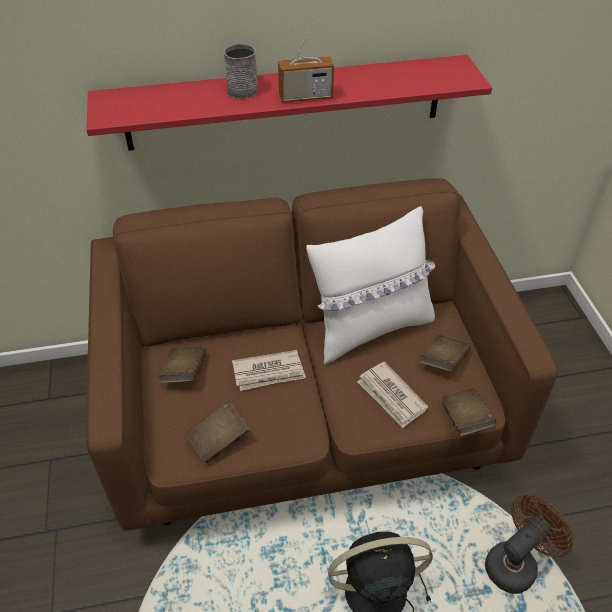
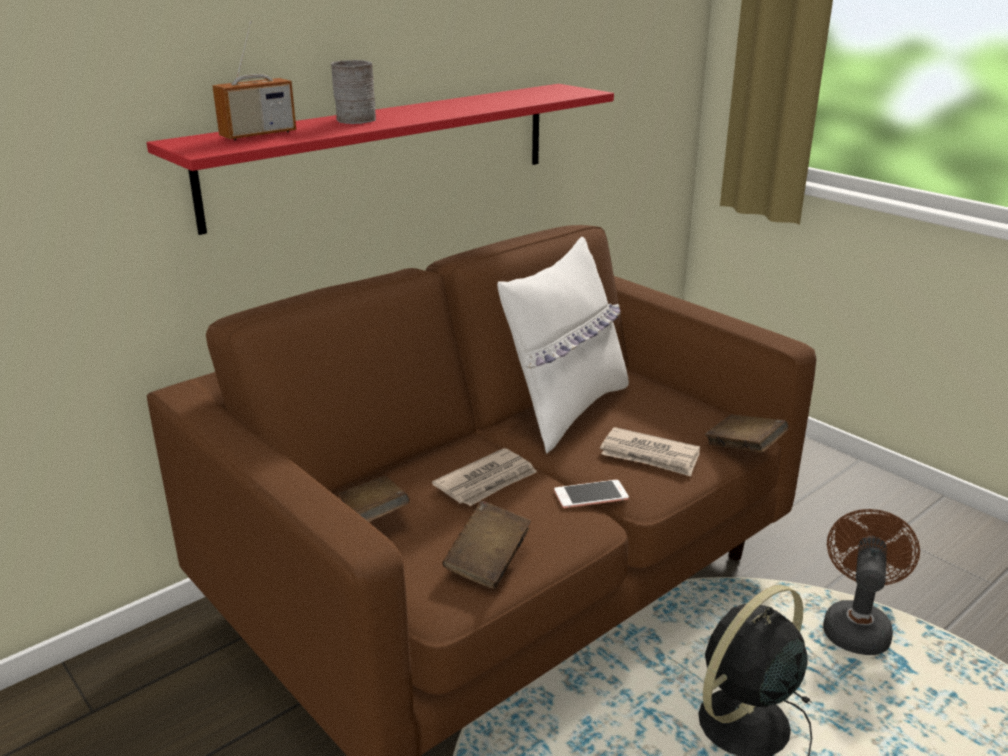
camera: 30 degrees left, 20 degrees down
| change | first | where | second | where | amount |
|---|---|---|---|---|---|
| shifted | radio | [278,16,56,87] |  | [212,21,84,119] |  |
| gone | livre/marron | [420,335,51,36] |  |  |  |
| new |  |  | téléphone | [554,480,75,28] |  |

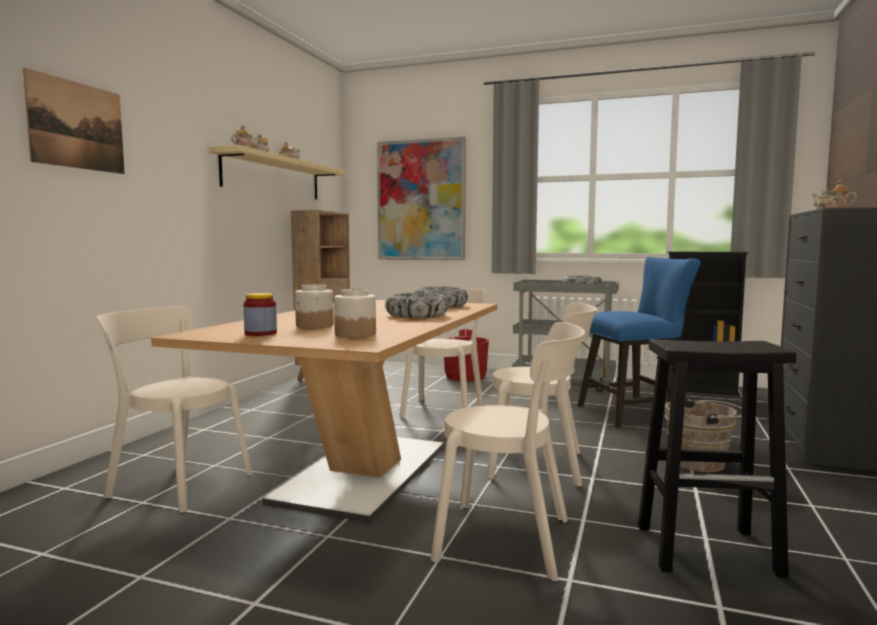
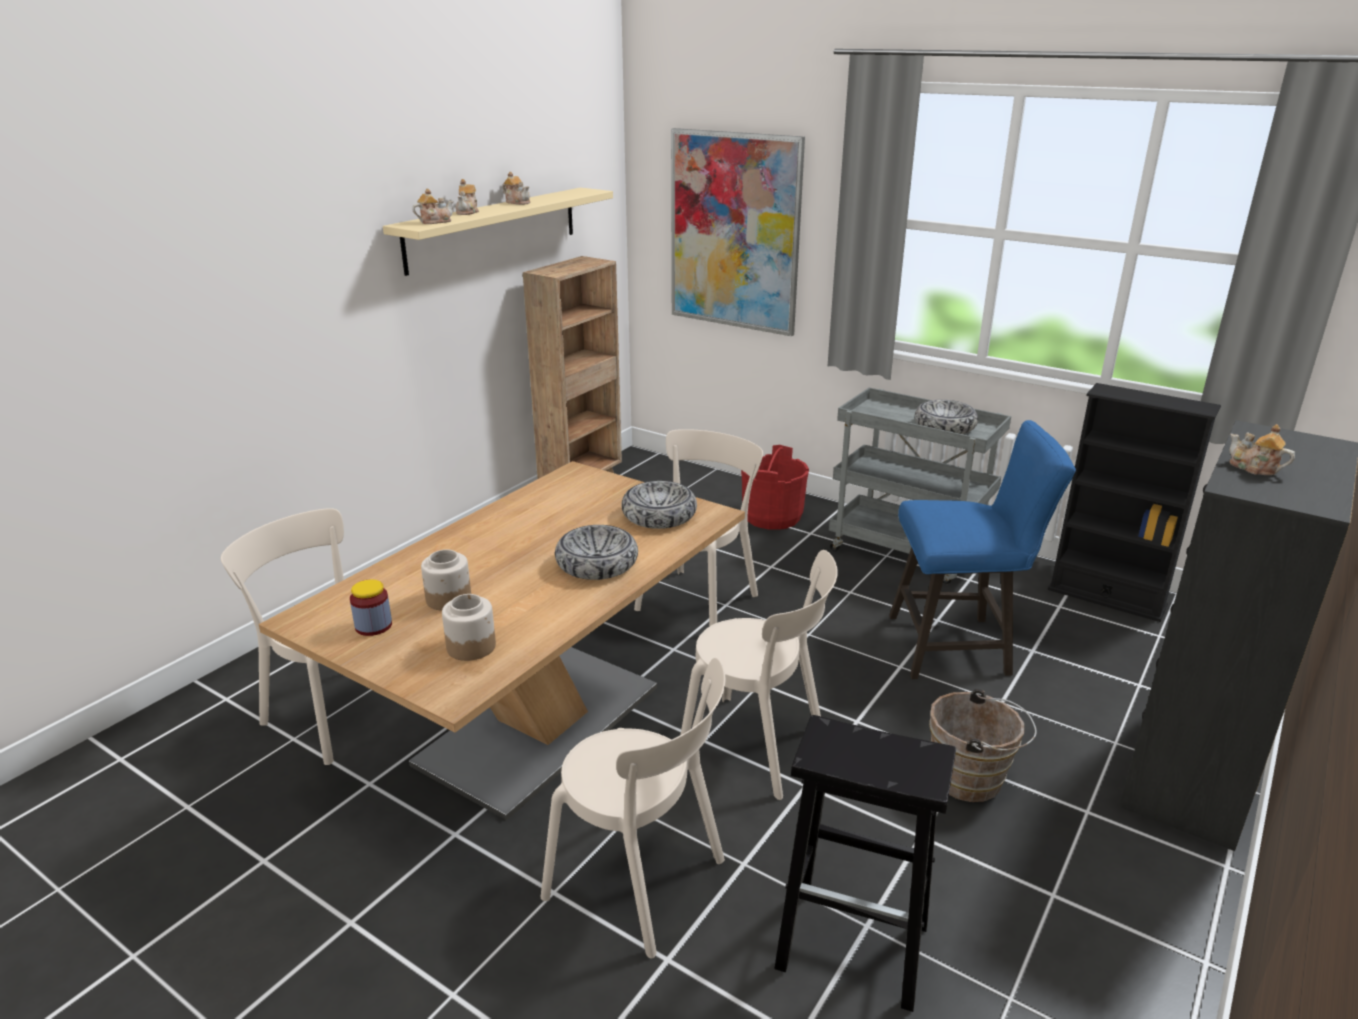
camera: 15 degrees right, 20 degrees up
| change | first | where | second | where | amount |
|---|---|---|---|---|---|
| gone | tableau | [23,68,102,106] |  |  |  |

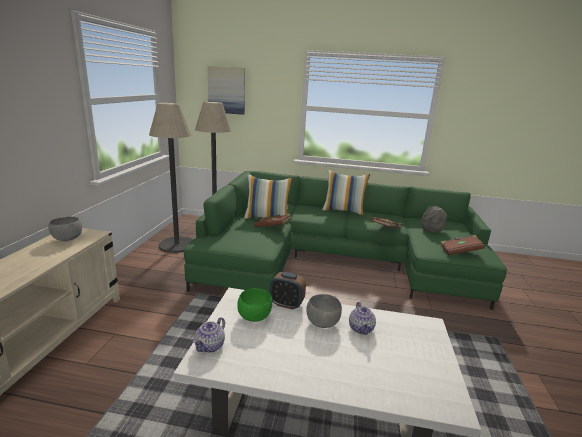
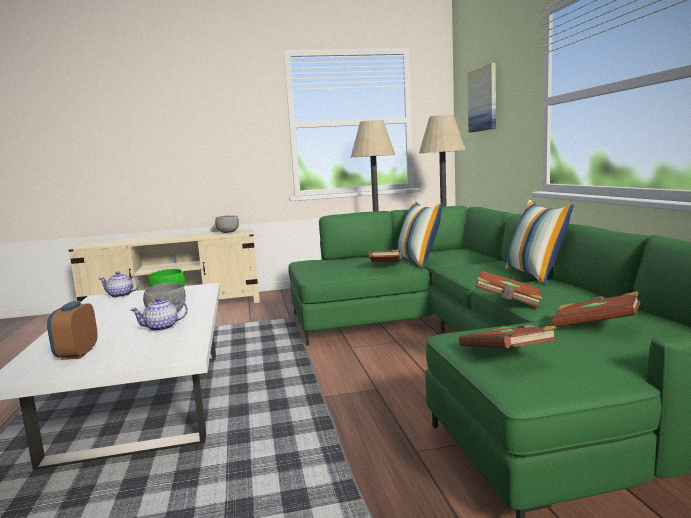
camera: 70 degrees right, 10 degrees down
| change | first | where | second | where | amount |
|---|---|---|---|---|---|
| shifted | réveil | [270,272,36,38] |  | [47,301,50,59] |  |
| swapped | chapeau/gris | [421,206,26,27] | livre/marron | [551,291,89,36] |  |

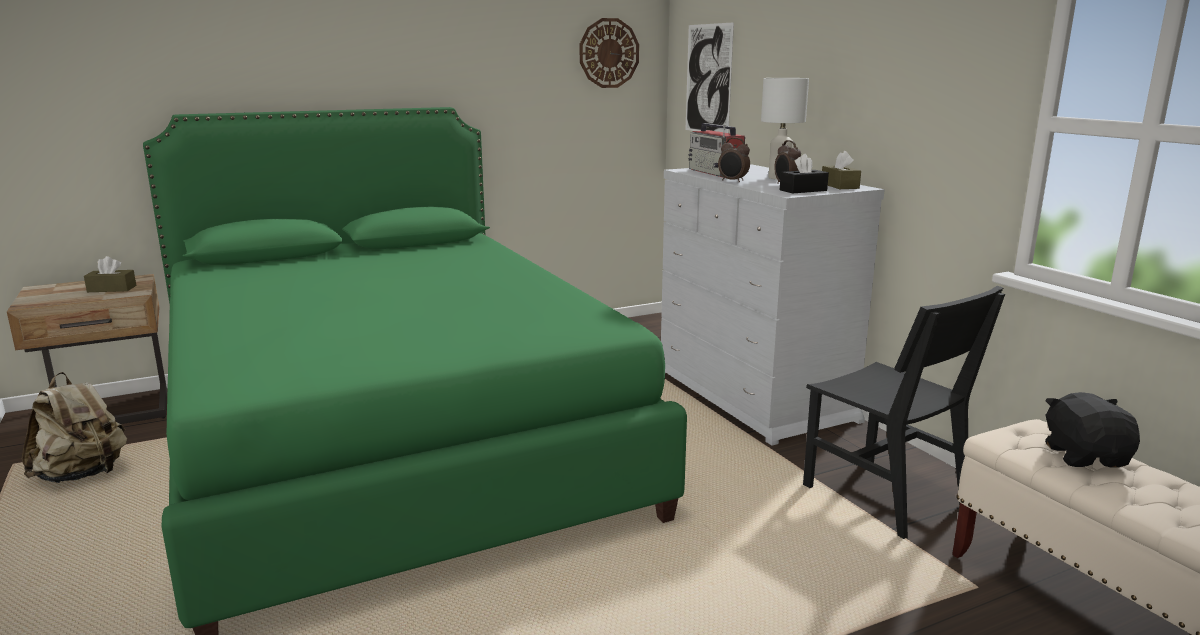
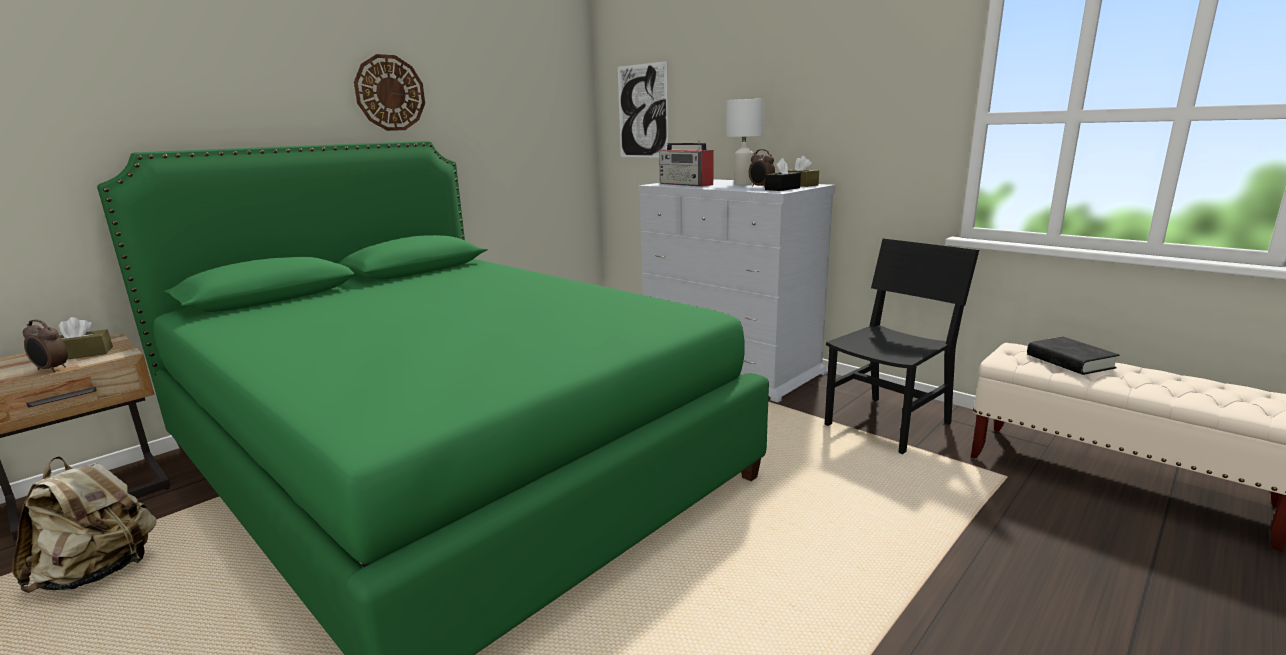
camera: 20 degrees left, 0 degrees up
| change | first | where | second | where | amount |
|---|---|---|---|---|---|
| shifted | horloge murale | [580,18,59,70] |  | [354,54,71,77] |  |
| shifted | réveil | [718,138,32,45] |  | [22,319,46,53] |  |
| rotated | chaise/noir | [803,286,202,253] |  | [825,239,154,215] | 75 degrees counterclockwise |
| swapped | peluche/noir | [1045,392,95,75] | livre/noir | [1027,337,92,38] |  |

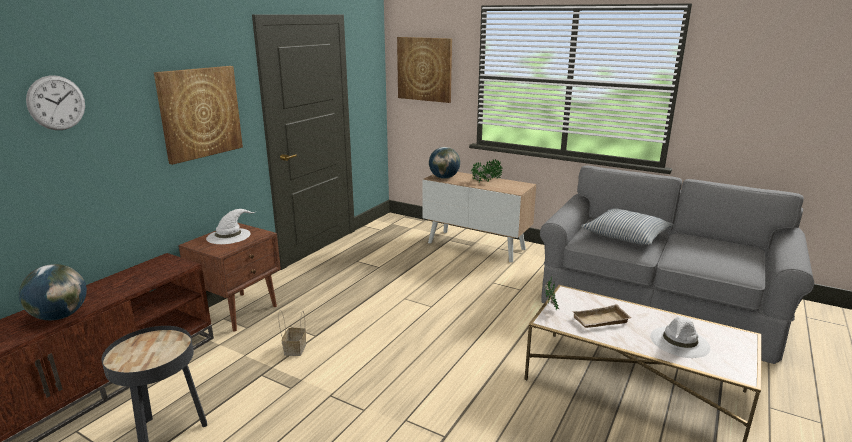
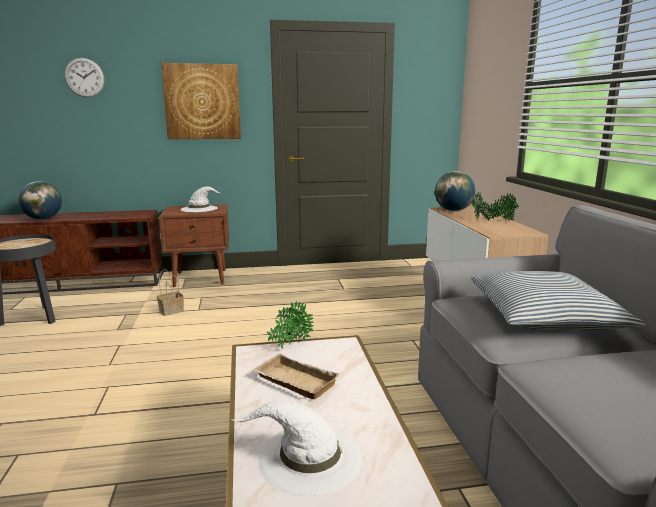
camera: 50 degrees right, 5 degrees down
| change | first | where | second | where | amount |
|---|---|---|---|---|---|
| gone | tableau | [397,37,55,66] |  |  |  |

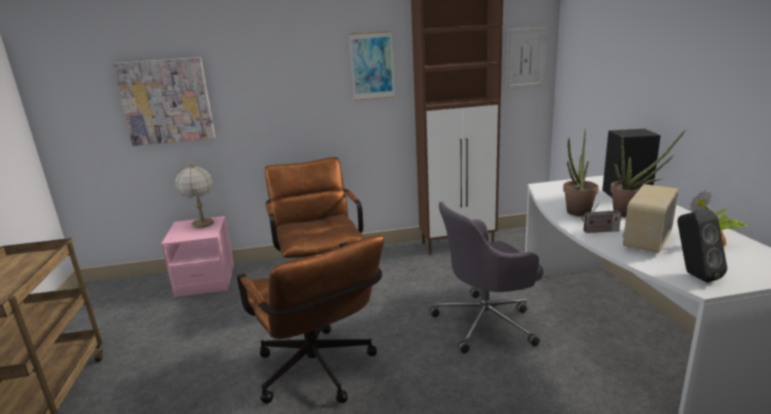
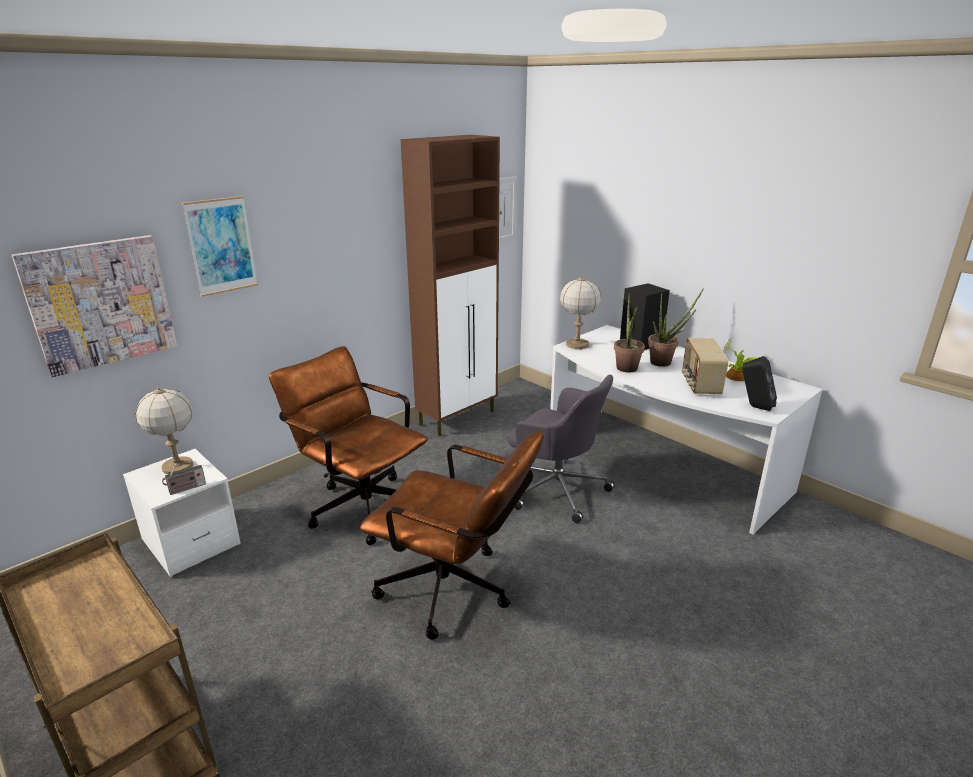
camera: 35 degrees left, 5 degrees up
| change | first | where | second | where | amount |
|---|---|---|---|---|---|
| repainted | table de chevet/rose | [161,216,73,82] | table de chevet/blanc | [123,449,118,128] |  |
| shifted | tableau | [349,31,46,70] |  | [182,196,76,101] |  |
| rotated | chaise de bureau/gris | [429,202,114,152] |  | [508,375,107,148] | 90 degrees counterclockwise |
| shifted | radio | [582,203,39,30] |  | [162,463,44,32] |  |
| new |  |  | lampe de table | [560,276,41,73] |  |

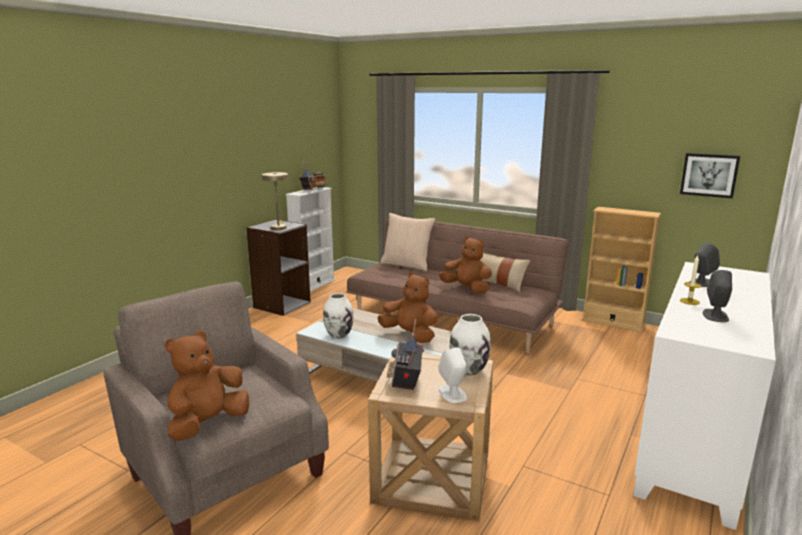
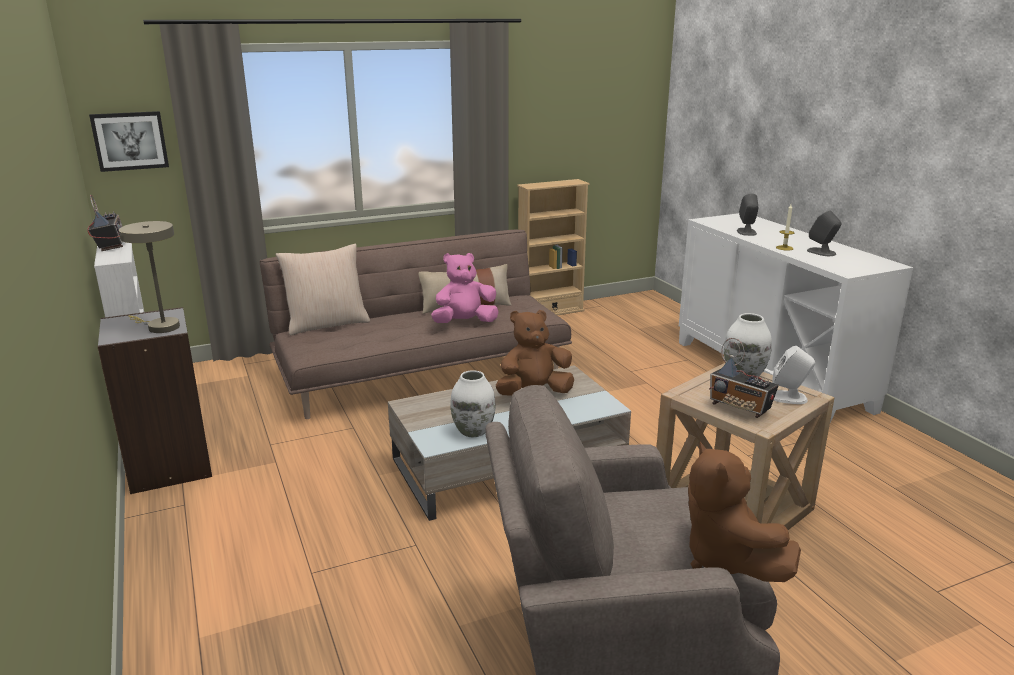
camera: 55 degrees left, 5 degrees up
| change | first | where | second | where | amount |
|---|---|---|---|---|---|
| repainted | peluche/marron | [439,236,53,58] | peluche/rose | [431,253,68,70] |  |
| shifted | tableau | [680,153,60,46] |  | [89,111,80,61] |  |

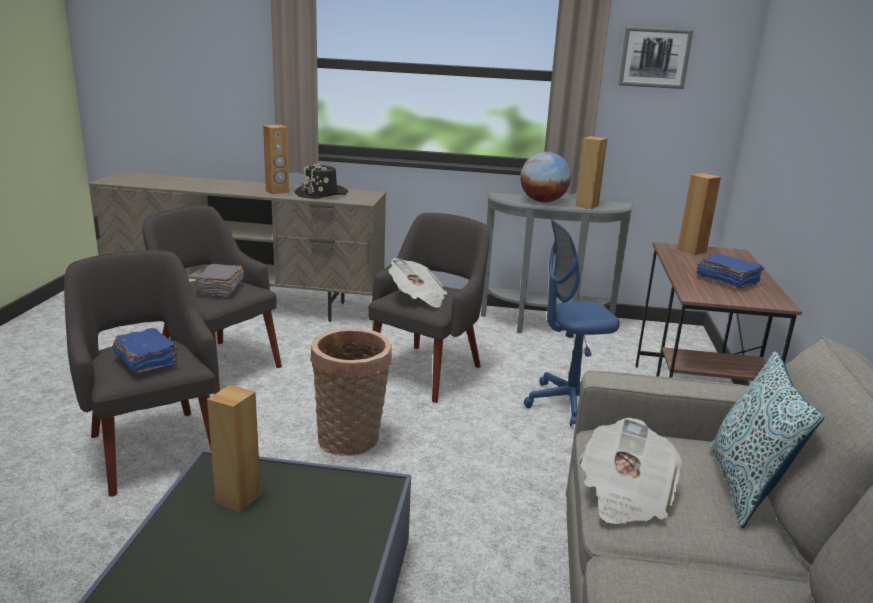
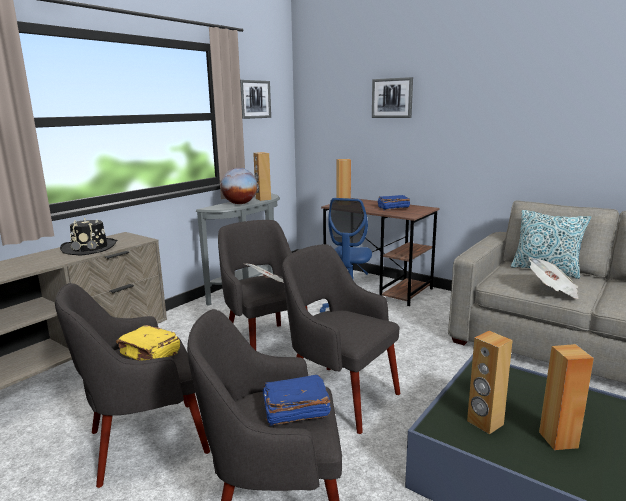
camera: 60 degrees left, 5 degrees down
| change | first | where | second | where | amount |
|---|---|---|---|---|---|
| repainted | livre/gris | [196,264,48,33] | livre/jaune | [116,325,64,36] |  |
| shifted | enceinte/marron | [263,125,26,69] |  | [539,344,55,106] |  |
| swapped | panier | [310,328,82,128] | fauteuil/gris | [282,244,118,190] |  |
| new |  |  | tableau | [372,77,41,41] |  |

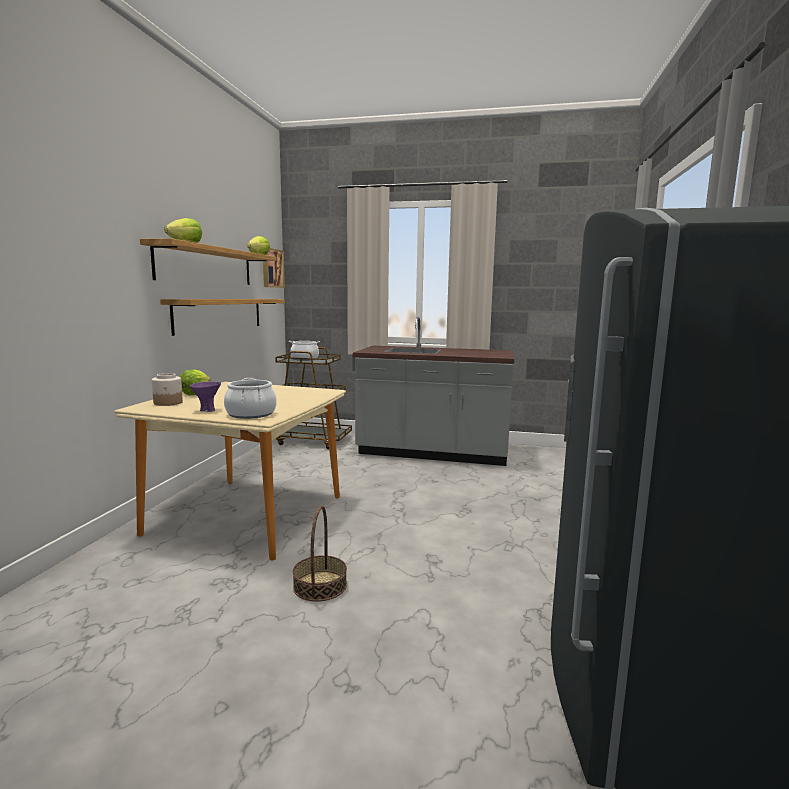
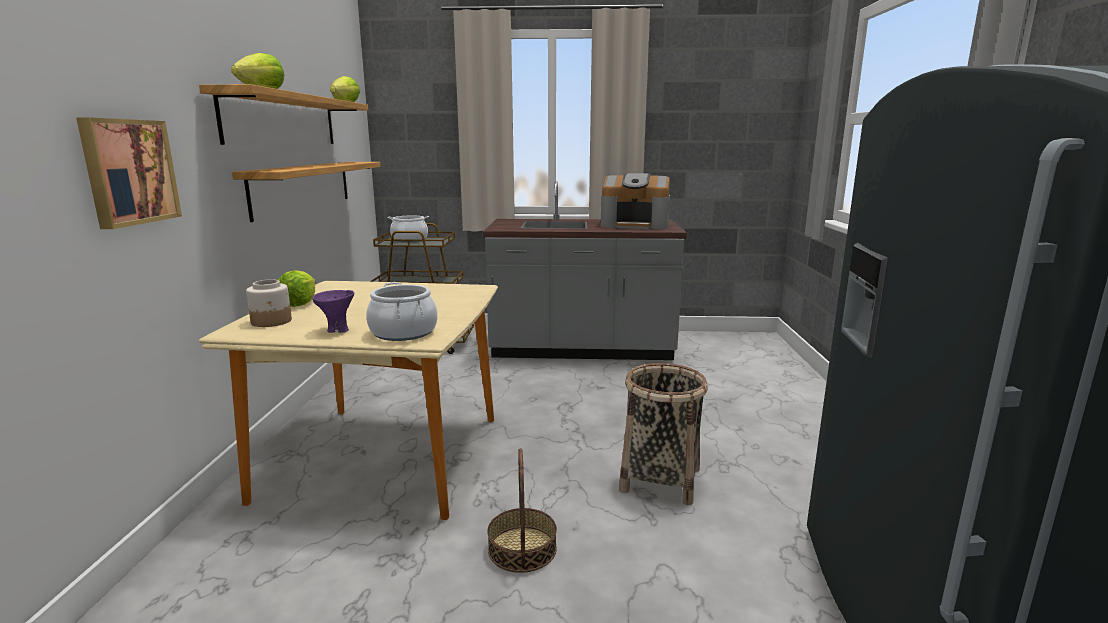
camera: 10 degrees left, 5 degrees up
| change | first | where | second | where | amount |
|---|---|---|---|---|---|
| shifted | tableau | [263,248,22,40] |  | [76,117,106,112] |  |
| new |  |  | machine à café | [601,173,69,56] |  |
| new |  |  | panier | [619,363,89,142] |  |

